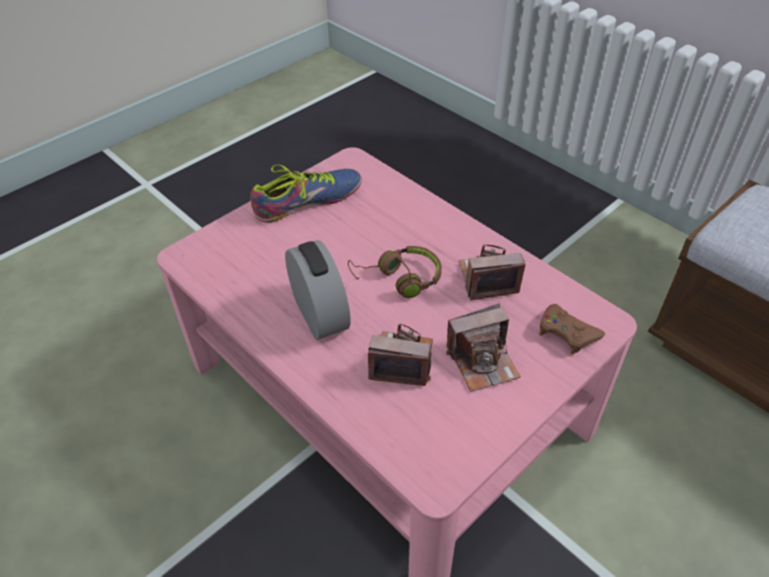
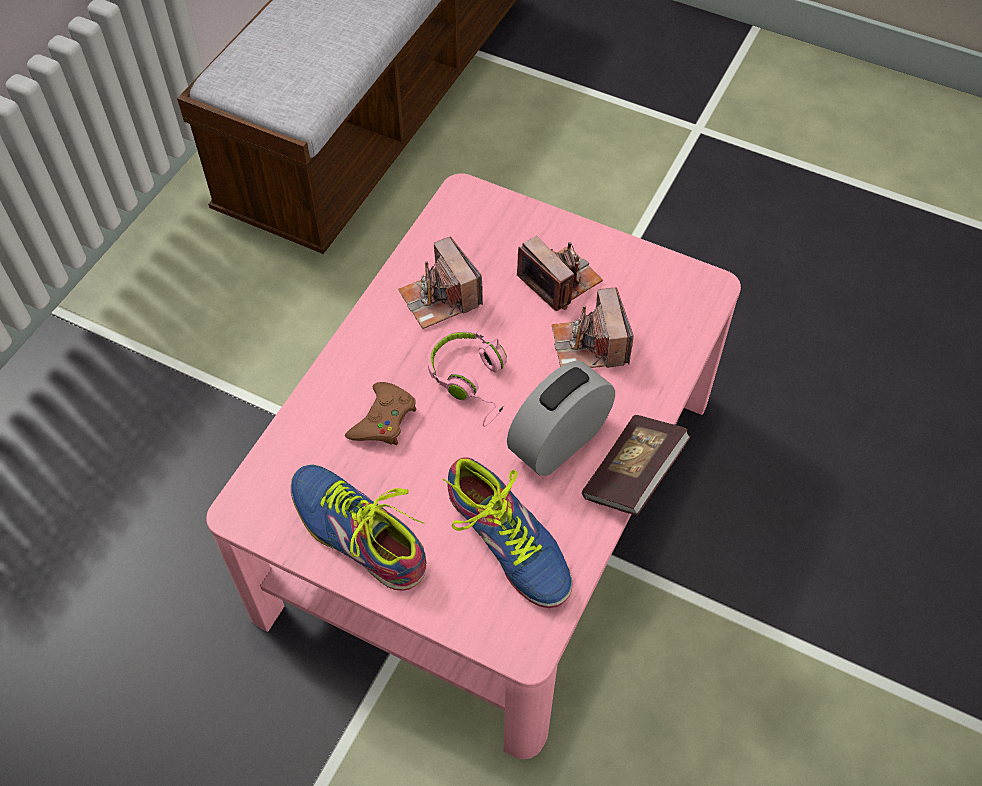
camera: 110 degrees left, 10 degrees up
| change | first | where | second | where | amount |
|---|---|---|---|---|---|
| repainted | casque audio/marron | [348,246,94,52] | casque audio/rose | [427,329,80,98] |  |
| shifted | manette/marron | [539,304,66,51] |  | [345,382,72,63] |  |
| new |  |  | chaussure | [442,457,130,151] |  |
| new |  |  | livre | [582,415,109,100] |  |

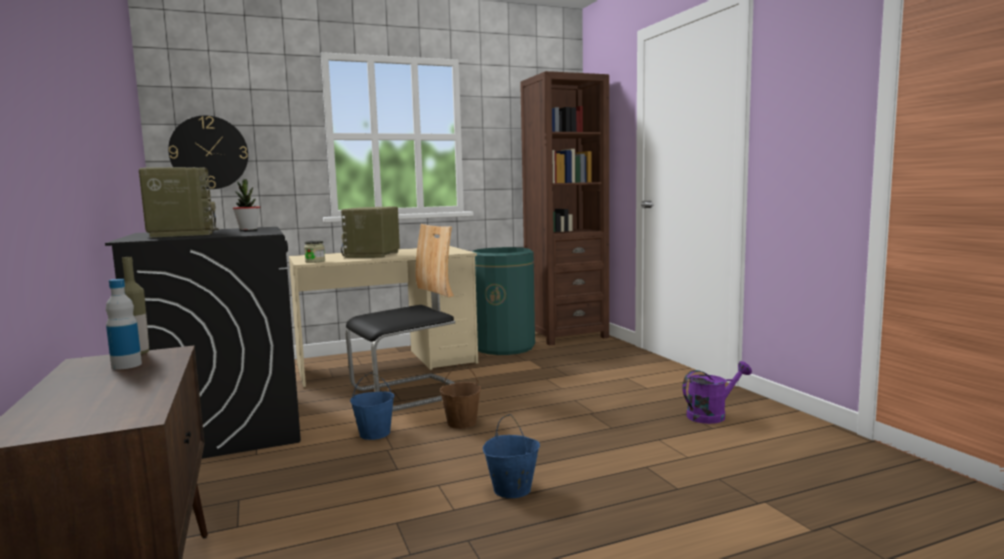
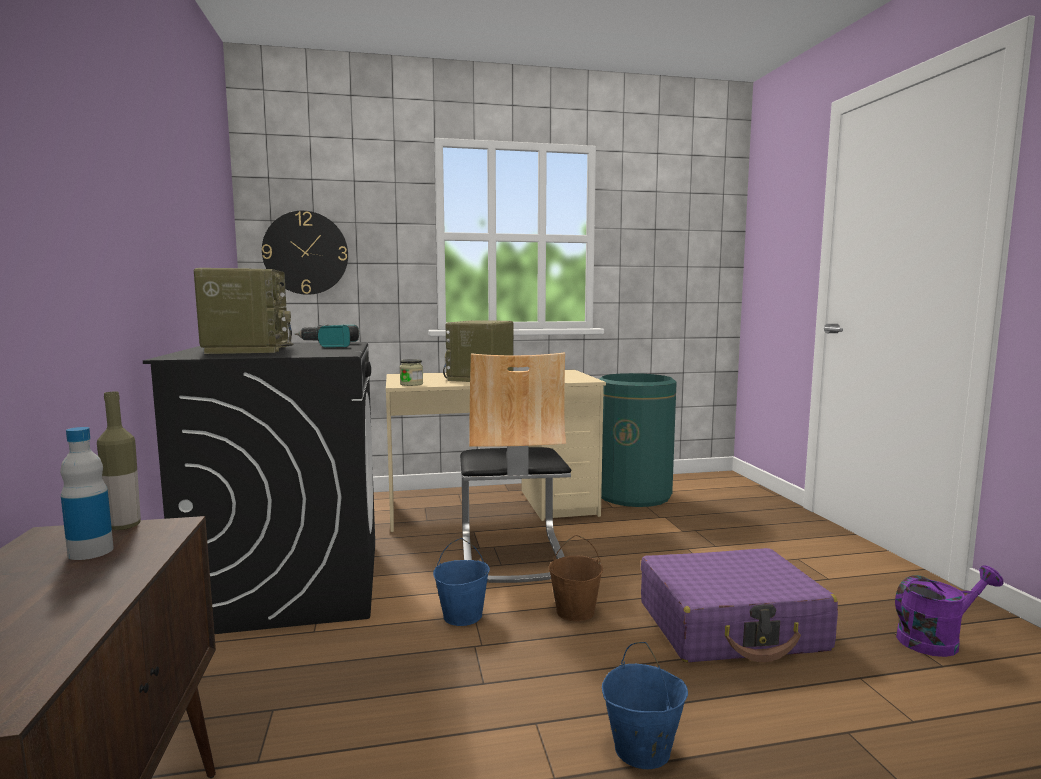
camera: 10 degrees right, 0 degrees up
| change | first | where | second | where | amount |
|---|---|---|---|---|---|
| swapped | plante en pot | [233,179,27,51] | perceuse | [295,325,64,23] |  |
| rotated | chaise | [346,224,109,188] |  | [460,353,111,230] | 105 degrees clockwise |
| gone | bibliothèque/marron | [520,71,89,275] |  |  |  |
| new |  |  | valise/violet | [641,548,197,114] |  |

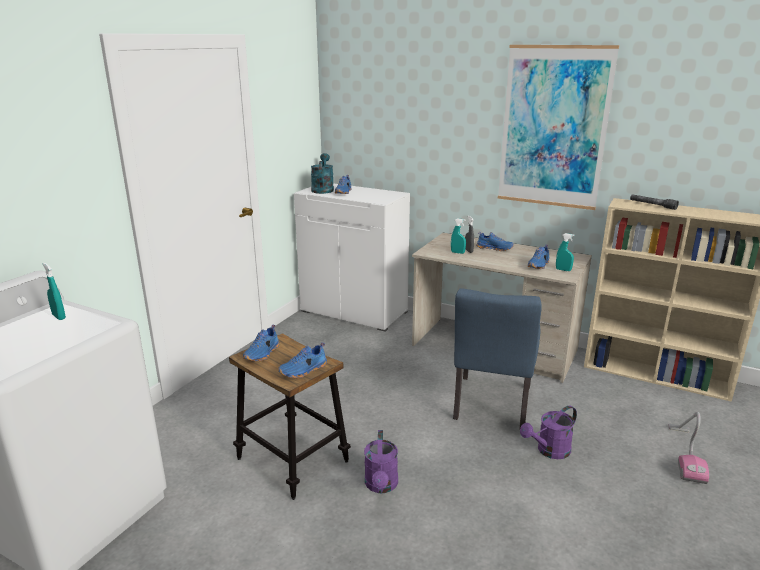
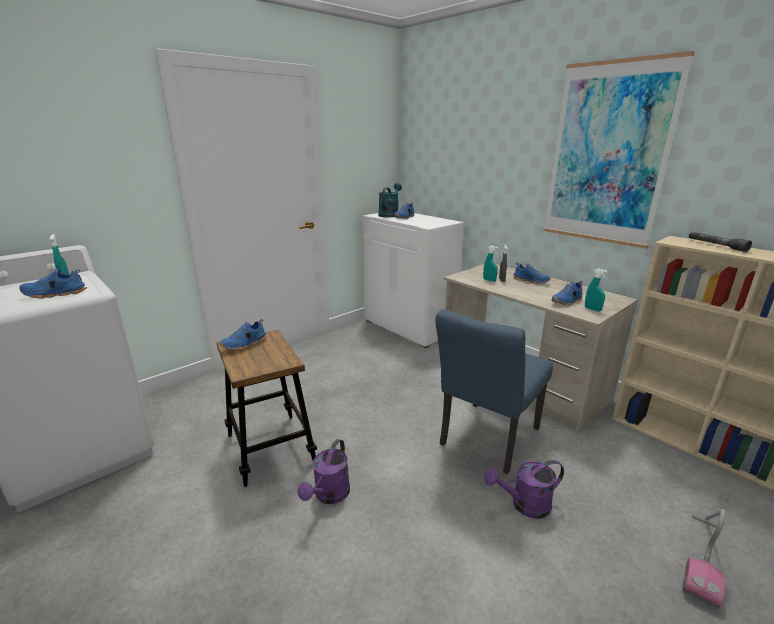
camera: 20 degrees right, 0 degrees up
| change | first | where | second | where | amount |
|---|---|---|---|---|---|
| shifted | chaussure/bleu | [278,342,49,36] |  | [19,269,68,30] |  |

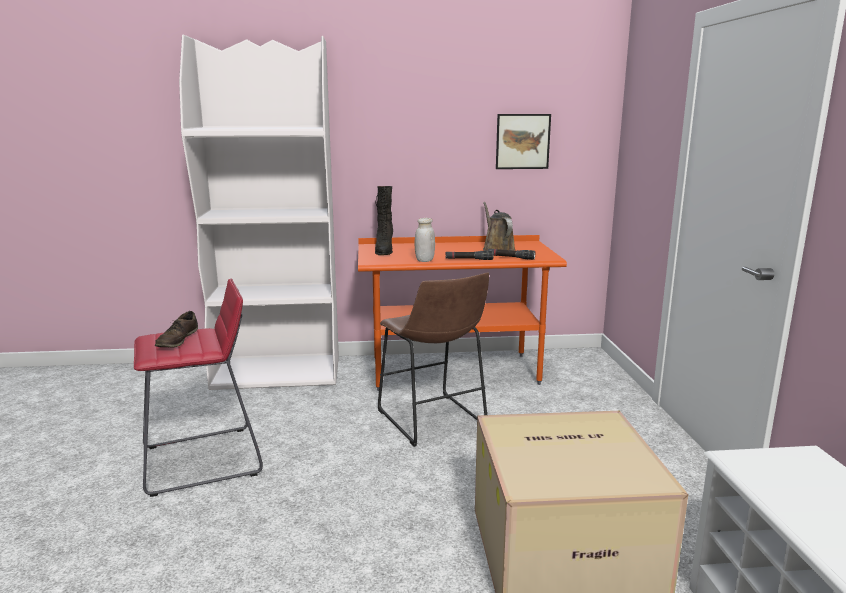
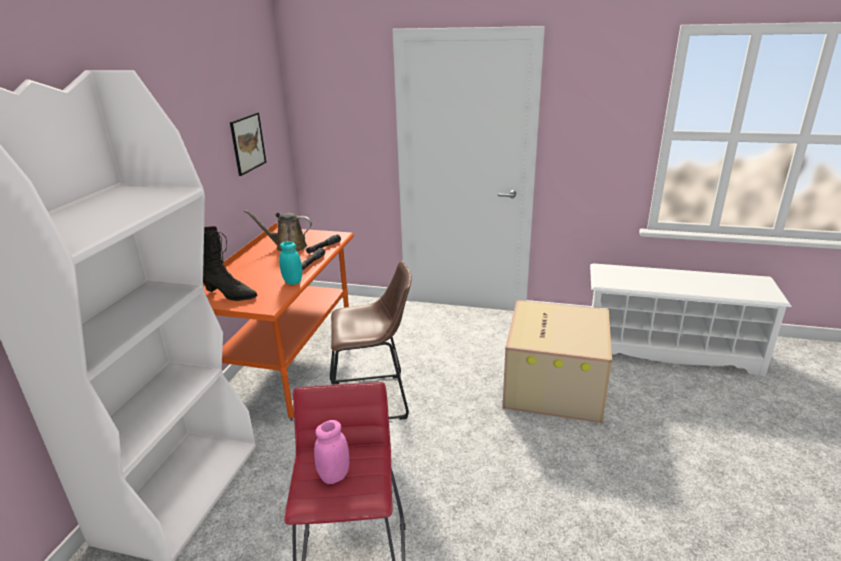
camera: 70 degrees left, 10 degrees up
| change | first | where | second | where | amount |
|---|---|---|---|---|---|
| swapped | chaussure/marron | [154,311,44,37] | bocal/rose | [314,420,35,64] |  |
| repainted | bocal/blanc | [415,218,20,44] | bocal/turquoise | [279,241,23,44] |  |

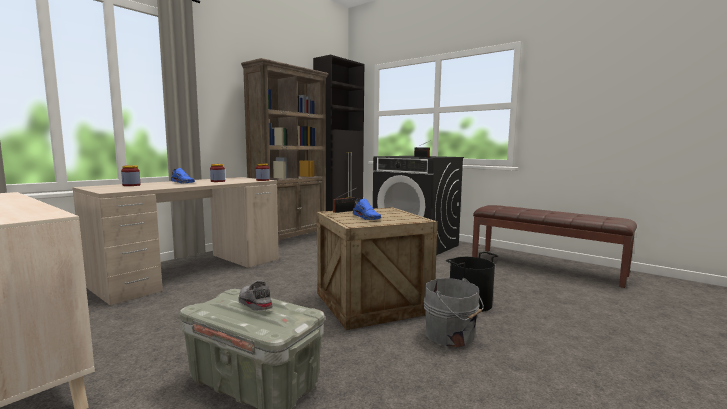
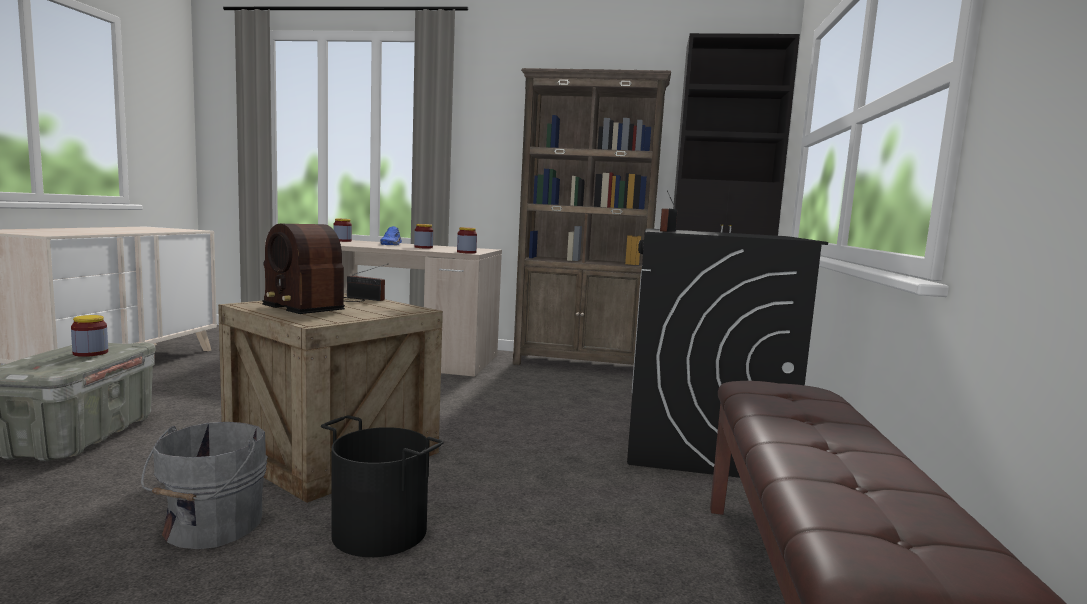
camera: 60 degrees right, 0 degrees up
| change | first | where | second | where | amount |
|---|---|---|---|---|---|
| swapped | chaussure/gris | [238,280,35,31] | bocal | [71,315,37,42] |  |
| swapped | chaussure/bleu | [353,199,28,21] | radio | [262,224,103,90] |  |

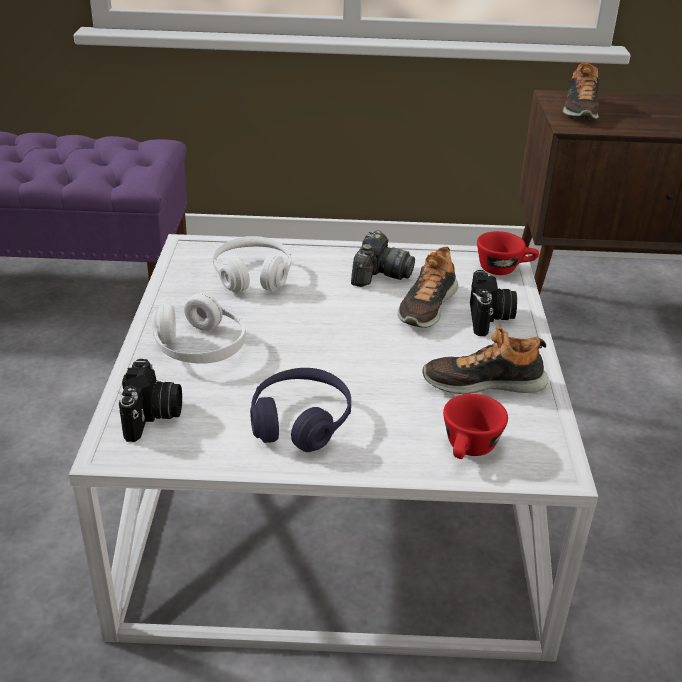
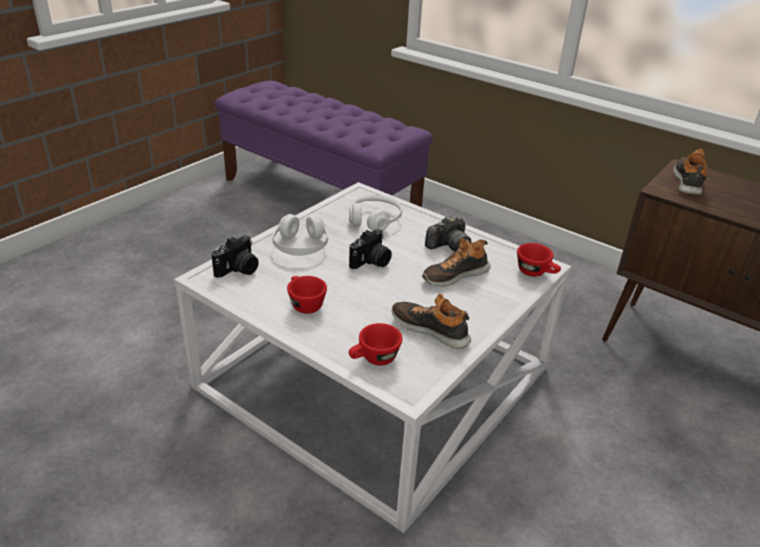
camera: 35 degrees right, 0 degrees up
| change | first | where | second | where | amount |
|---|---|---|---|---|---|
| swapped | casque audio/violet | [250,368,101,84] | tasse/rouge | [287,276,40,38] |  |
| shifted | appareil photo | [470,270,47,66] |  | [349,229,43,40] |  |
| rotated | chaussure | [563,62,37,57] |  | [673,149,35,46] | 150 degrees clockwise |

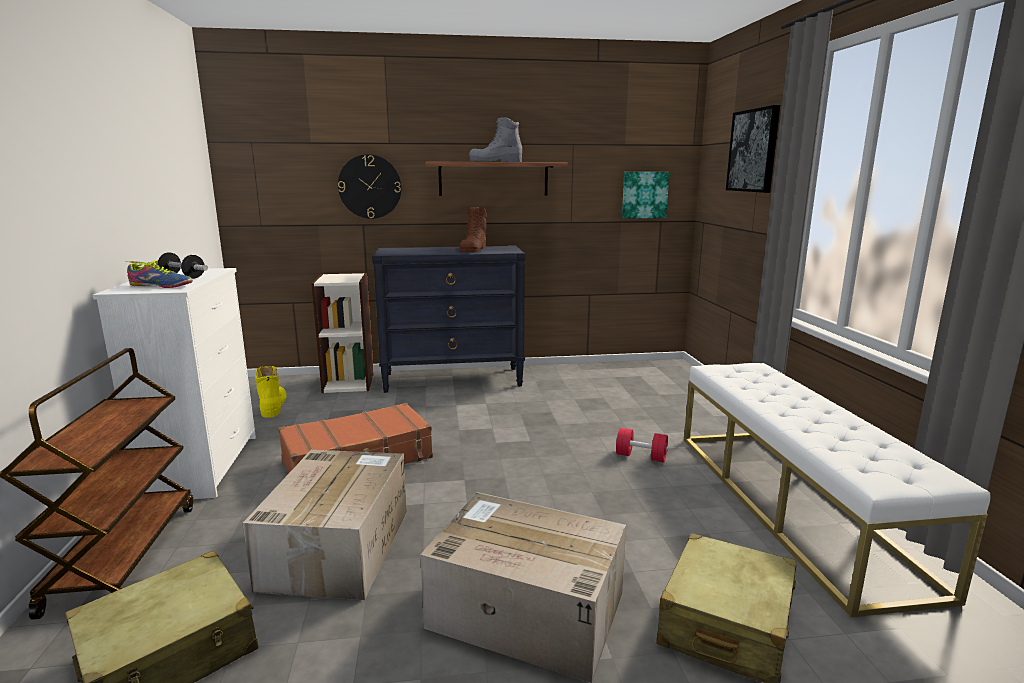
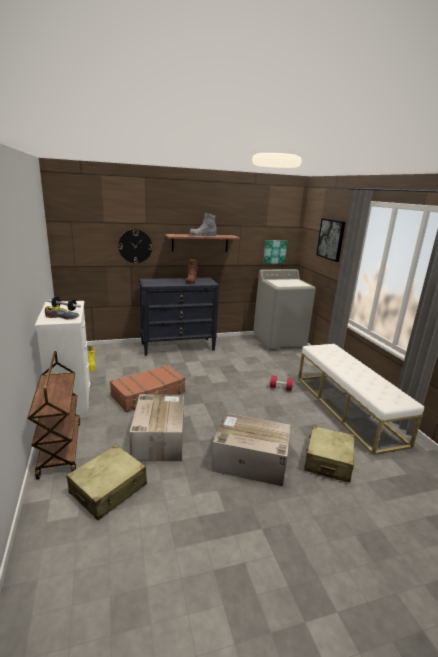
camera: 10 degrees left, 5 degrees up
| change | first | where | second | where | amount |
|---|---|---|---|---|---|
| gone | bibliothèque | [311,273,63,120] |  |  |  |
| new |  |  | lave-linge/gris | [253,269,63,82] |  |

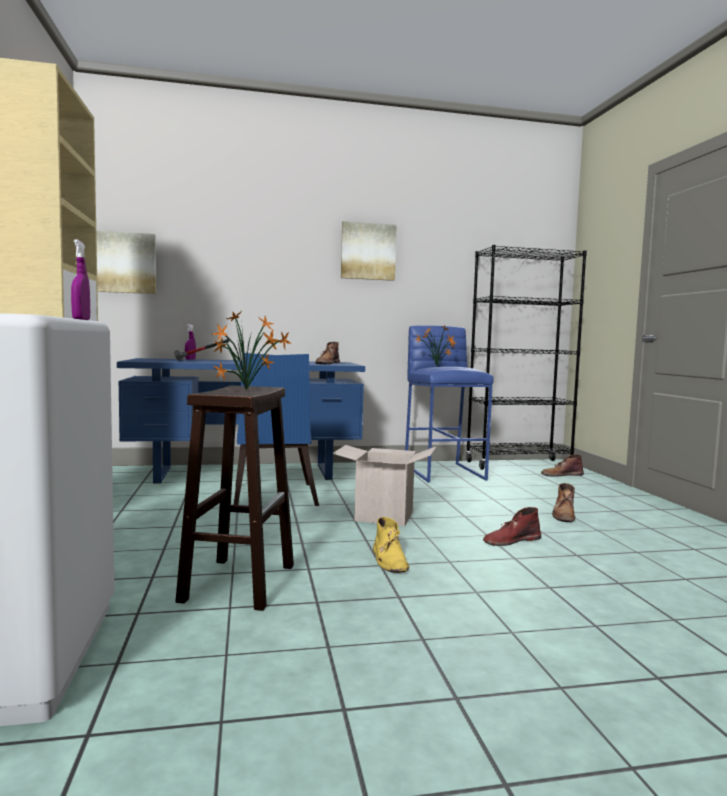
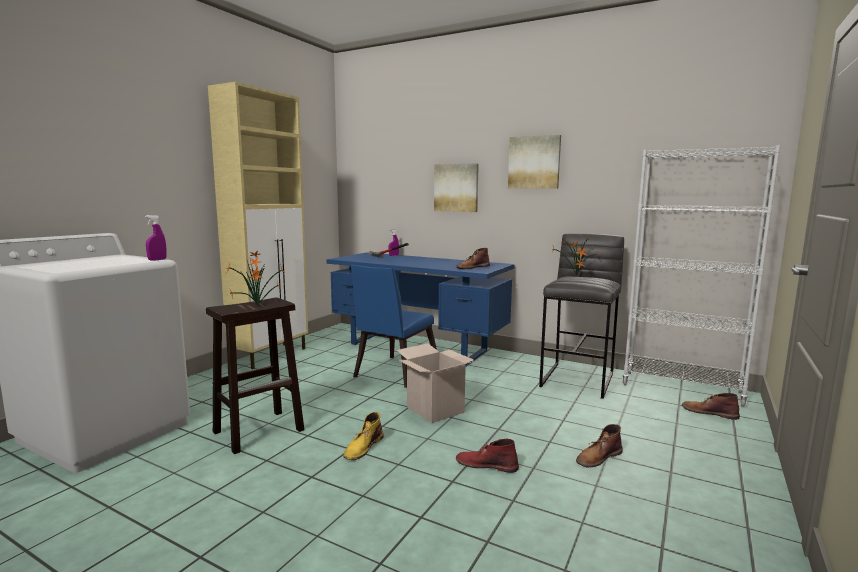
camera: 40 degrees right, 5 degrees up
| change | first | where | second | where | amount |
|---|---|---|---|---|---|
| shifted | tableau | [96,231,60,63] |  | [434,163,45,49] |  |
| repainted | tabouret/bleu | [405,325,88,158] | tabouret/gris | [539,234,85,165] |  |
| repainted | bibliothèque/noir | [465,245,122,225] | bibliothèque/blanc | [622,145,159,262] |  |

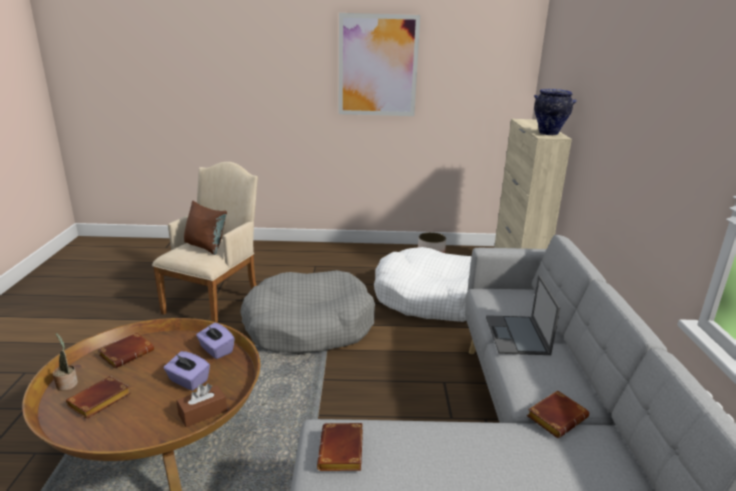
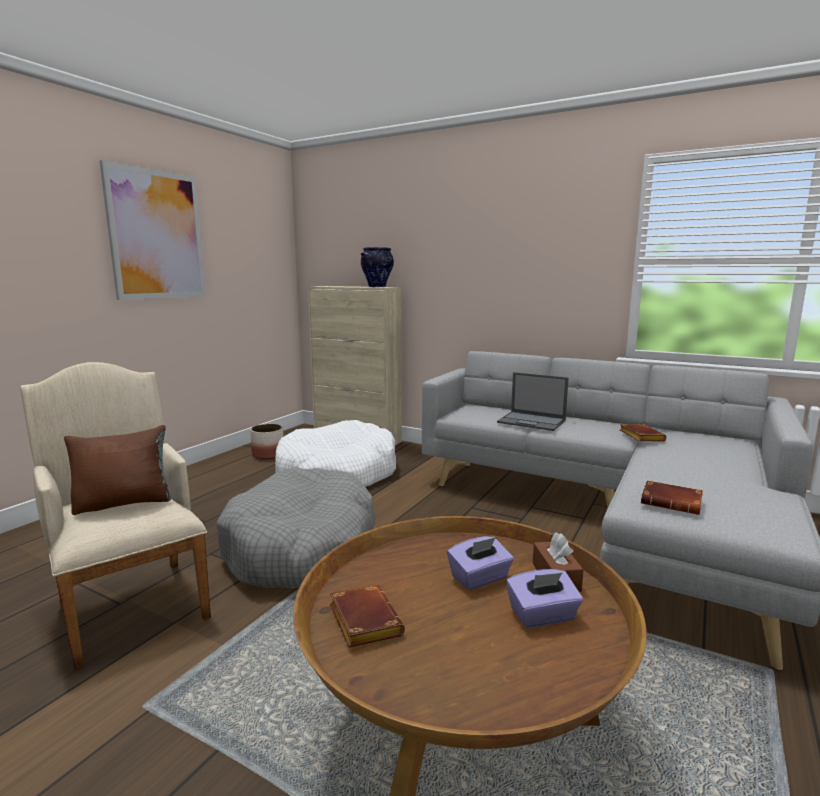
camera: 60 degrees left, 10 degrees down
| change | first | where | second | where | amount |
|---|---|---|---|---|---|
| gone | plante en pot | [53,333,25,58] |  |  |  |
| gone | livre/marron | [66,376,65,43] |  |  |  |
| shifted | boîte à mouchoirs/violet | [196,323,39,36] |  | [506,569,77,59] |  |

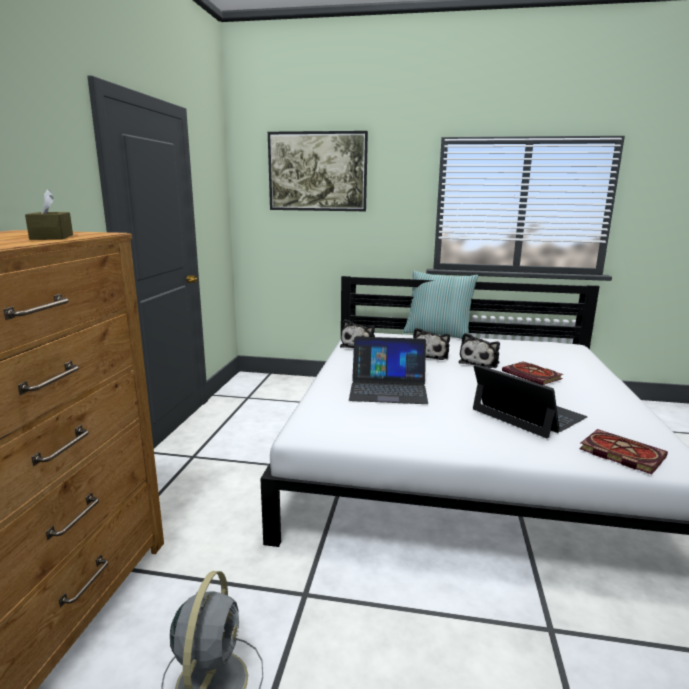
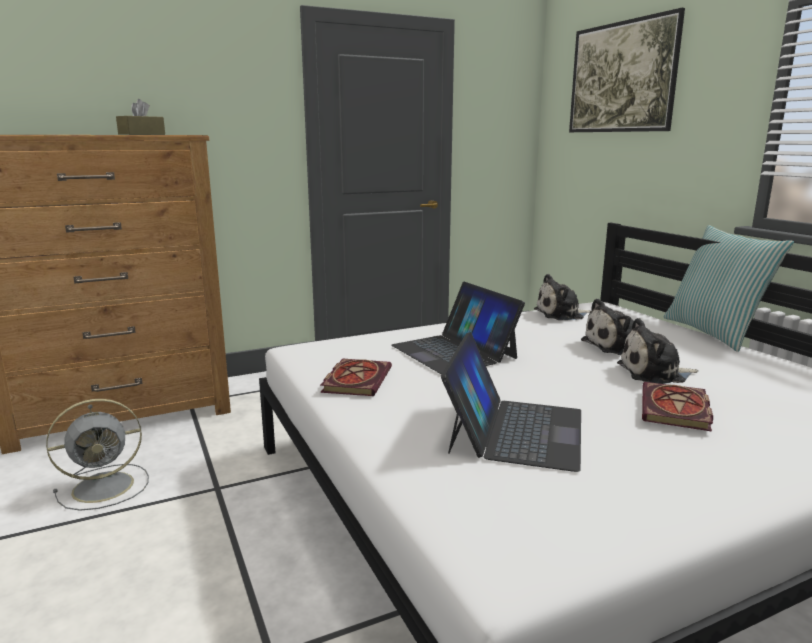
camera: 55 degrees right, 0 degrees up
| change | first | where | second | where | amount |
|---|---|---|---|---|---|
| shifted | livre | [579,429,89,45] |  | [320,358,72,38] |  |

